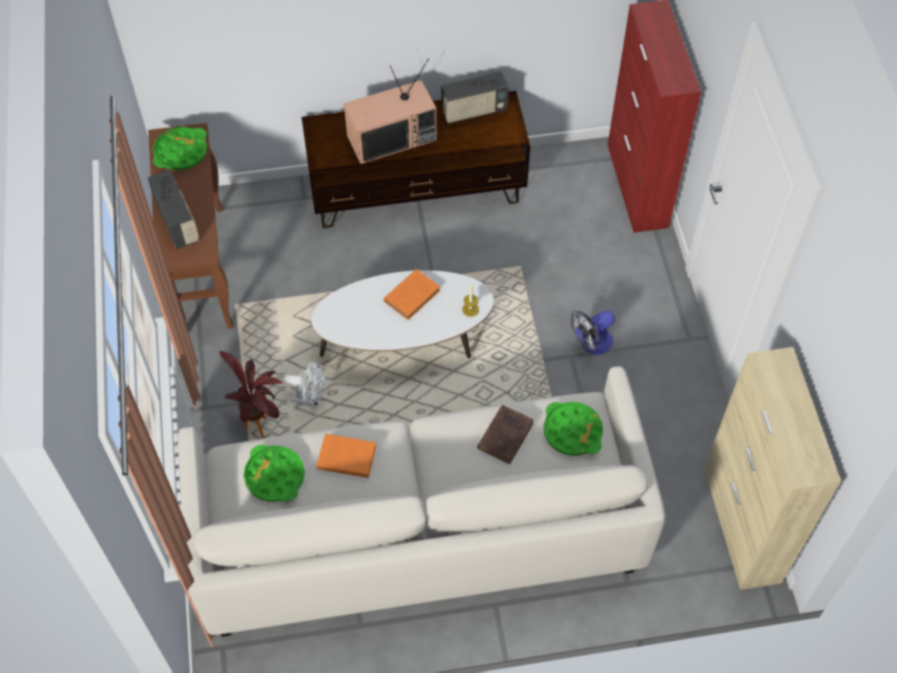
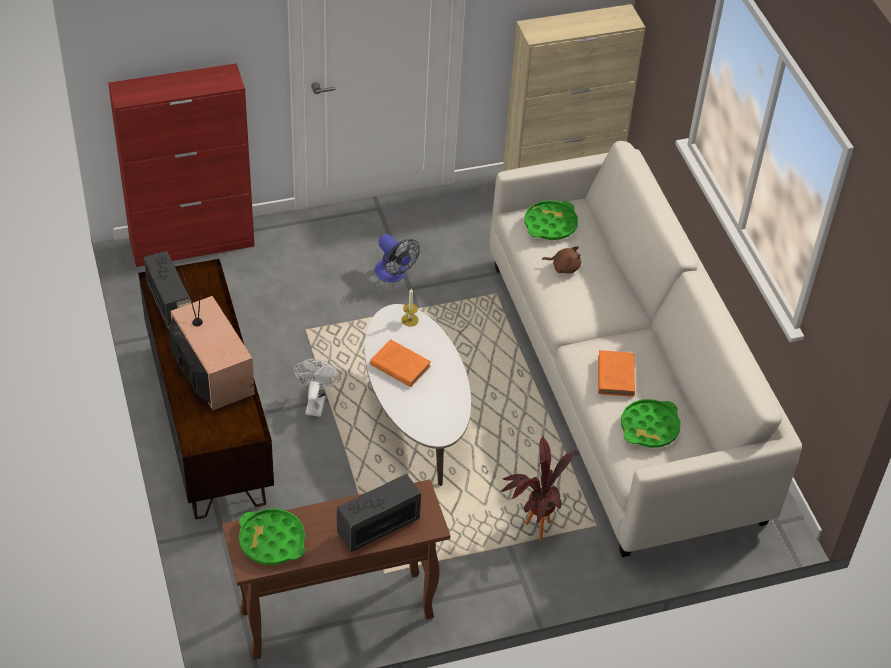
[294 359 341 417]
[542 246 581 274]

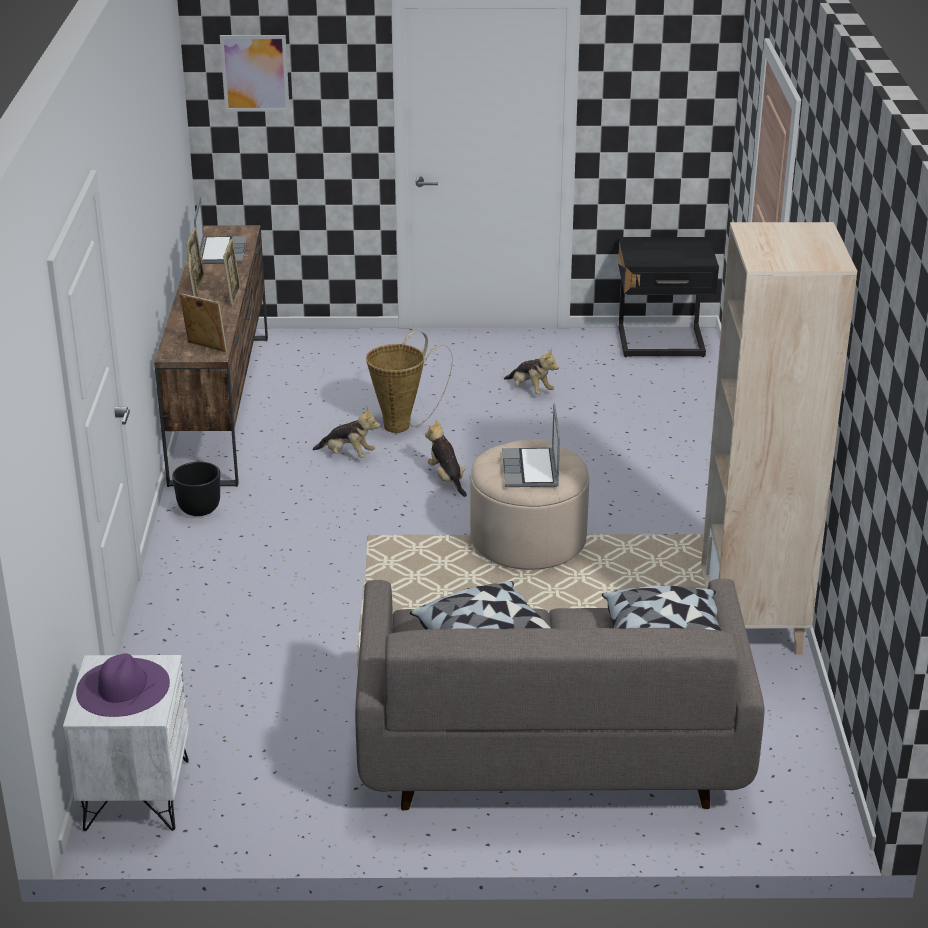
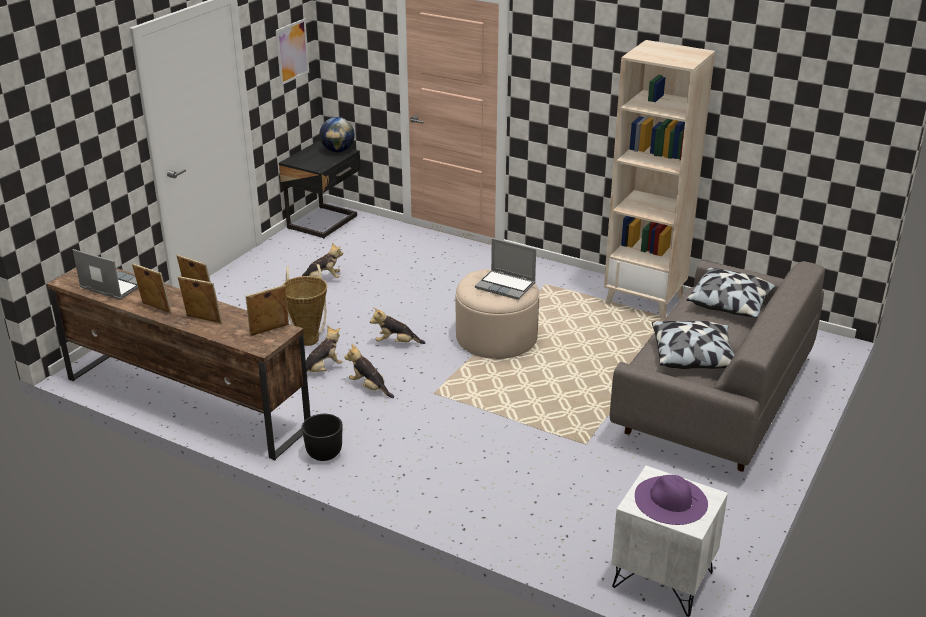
[276 18 309 85]
[319 117 355 152]
[344 344 394 398]

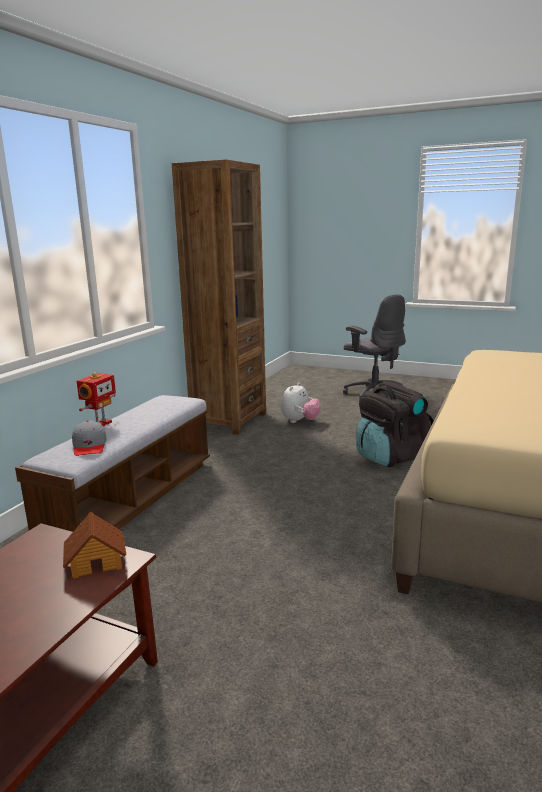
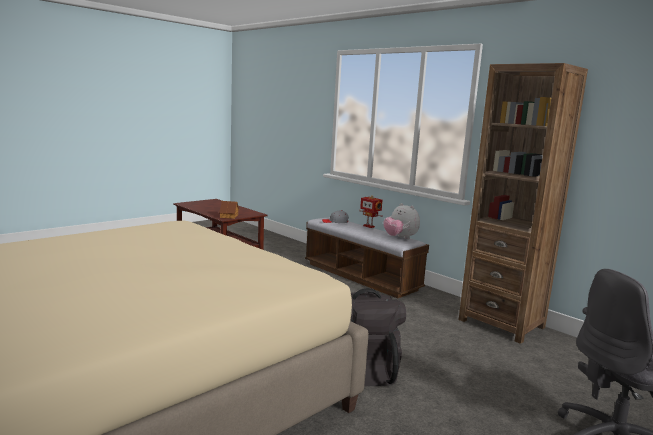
[383 203 420 239]

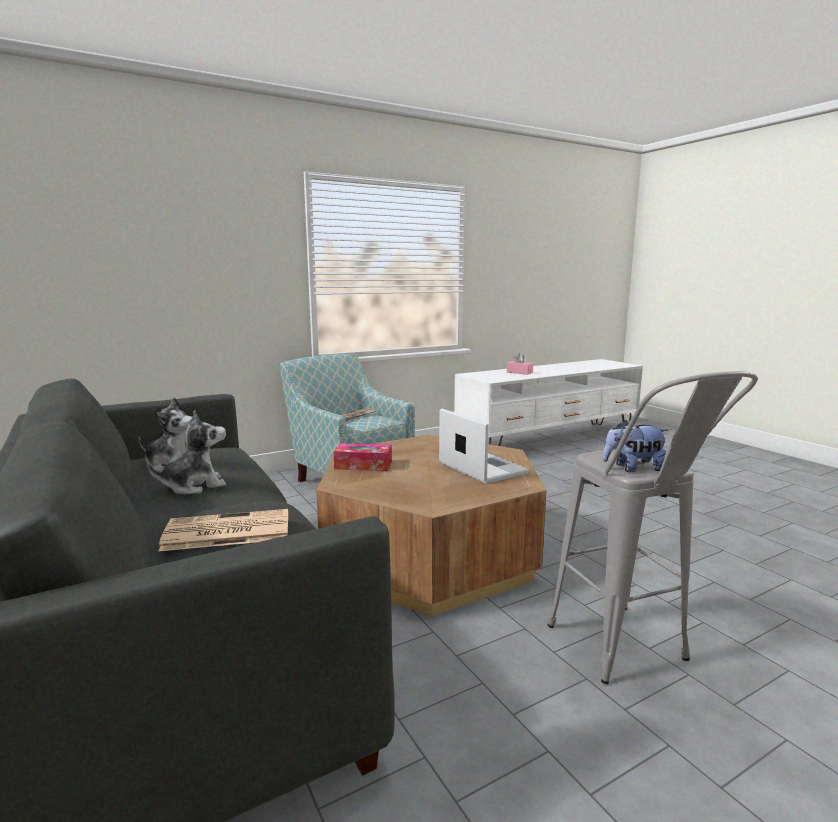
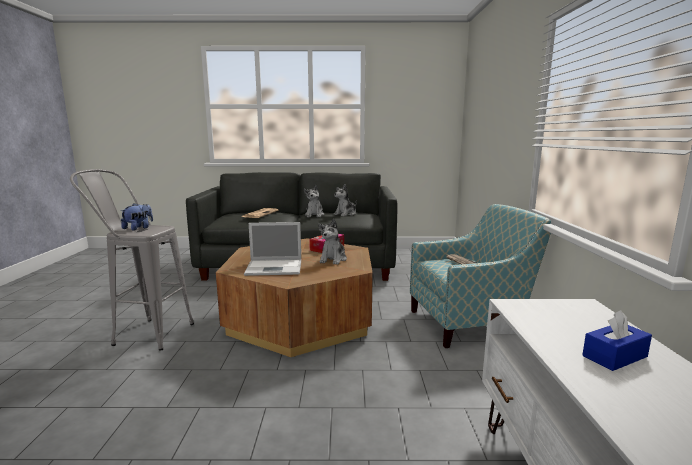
[583 310 652 371]
[318 219 347 265]

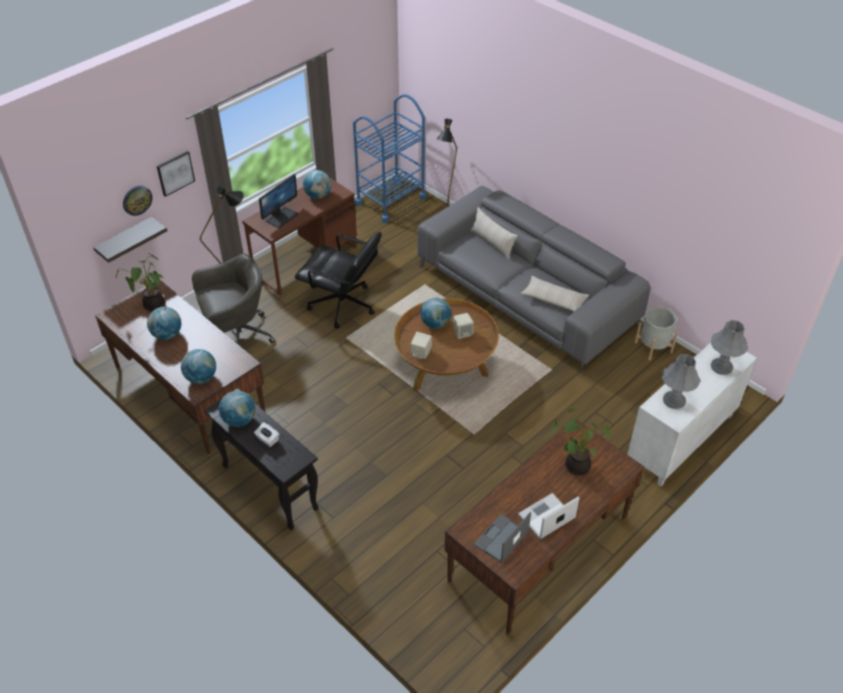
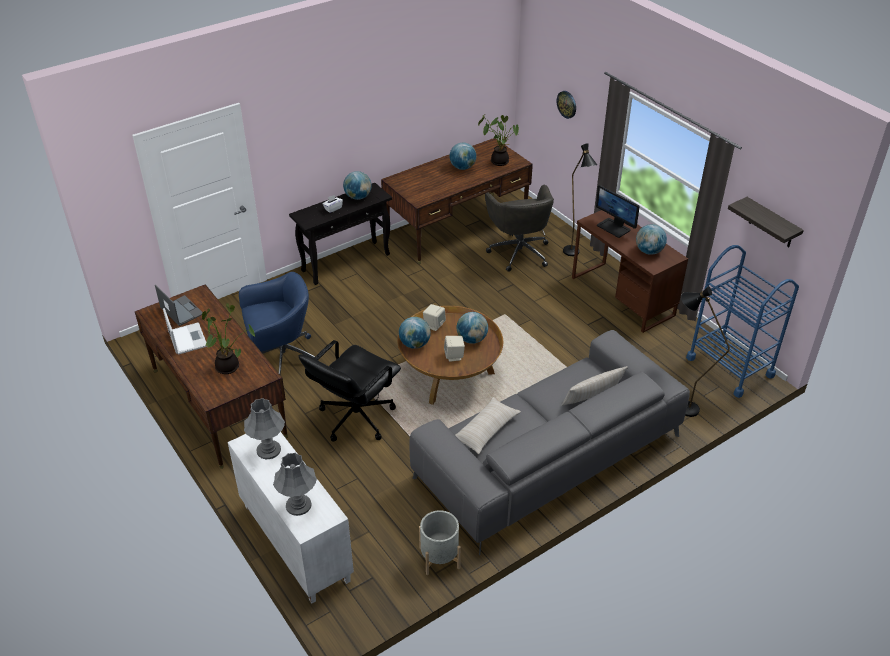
[728 197 804 247]
[157 151 195 197] (first image)
[399 317 431 349]
[299 340 401 442]
[239 272 315 377]

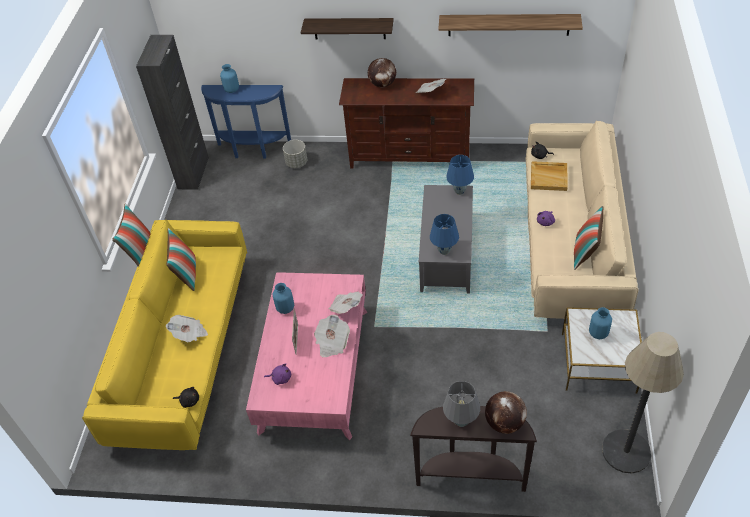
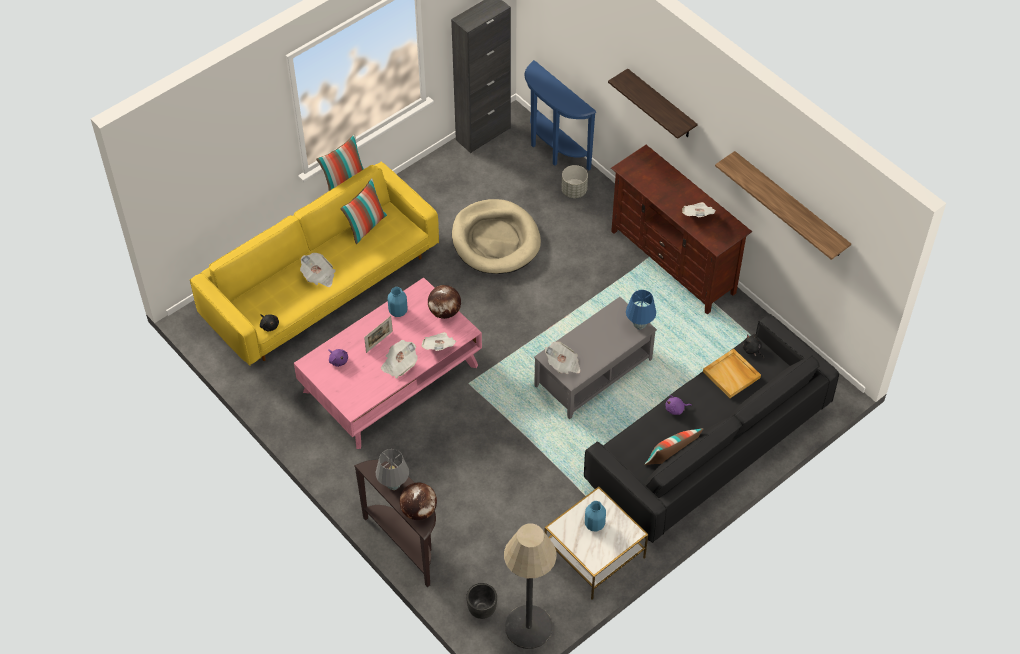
[220 64 239 93] (first image)
[428 285 461 319]
[545 341 580 374]
[584 314 839 543]
[452 199 541 274]
[466 583 497 619]

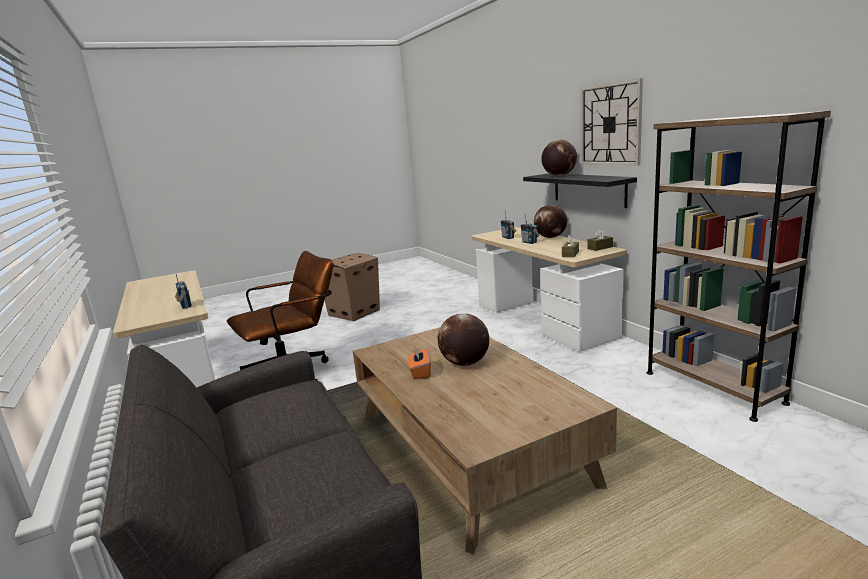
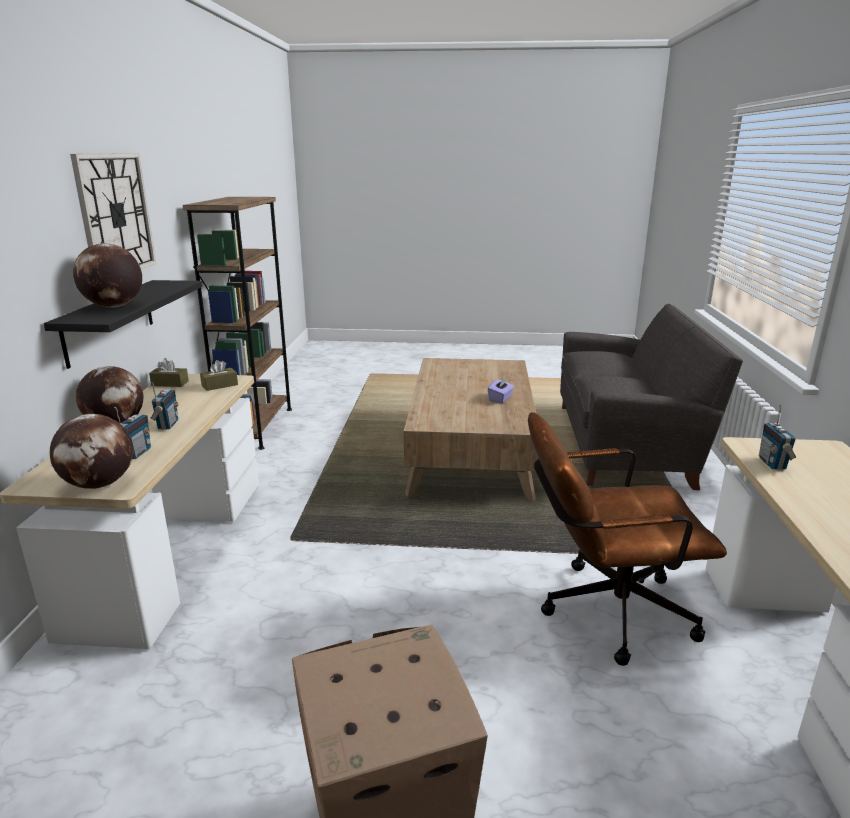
[488 377 514 403]
[50 414 133 489]

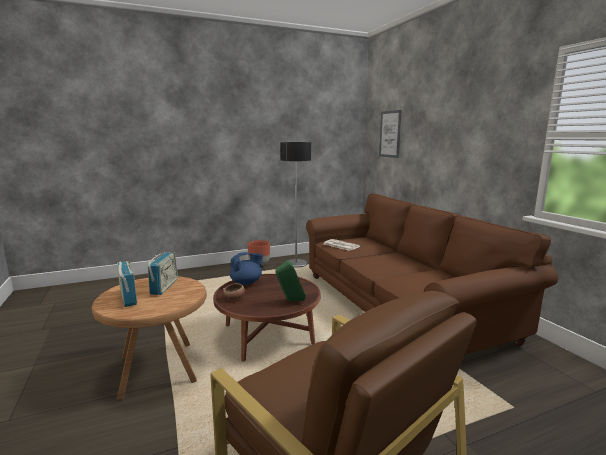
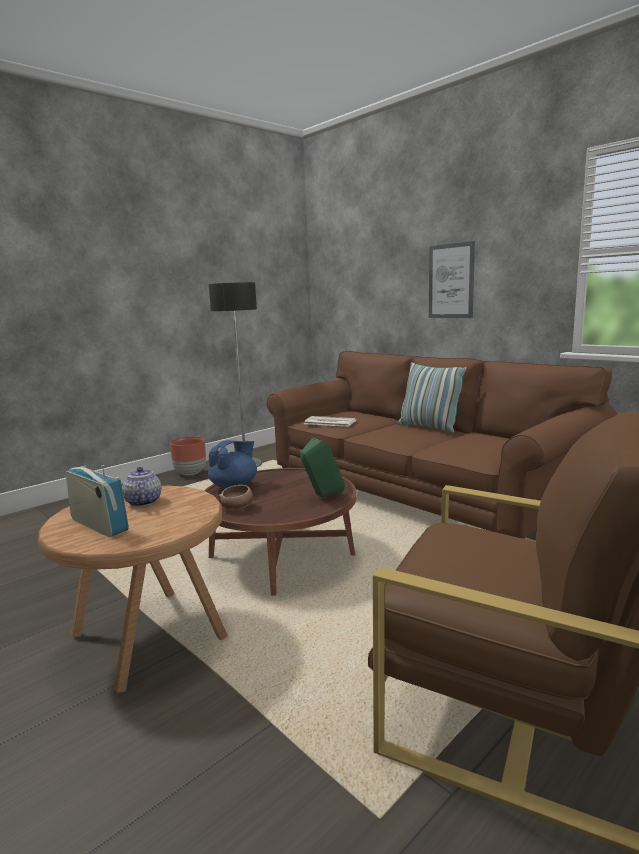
[122 467 161 507]
[429 241 475 318]
[397 362 467 433]

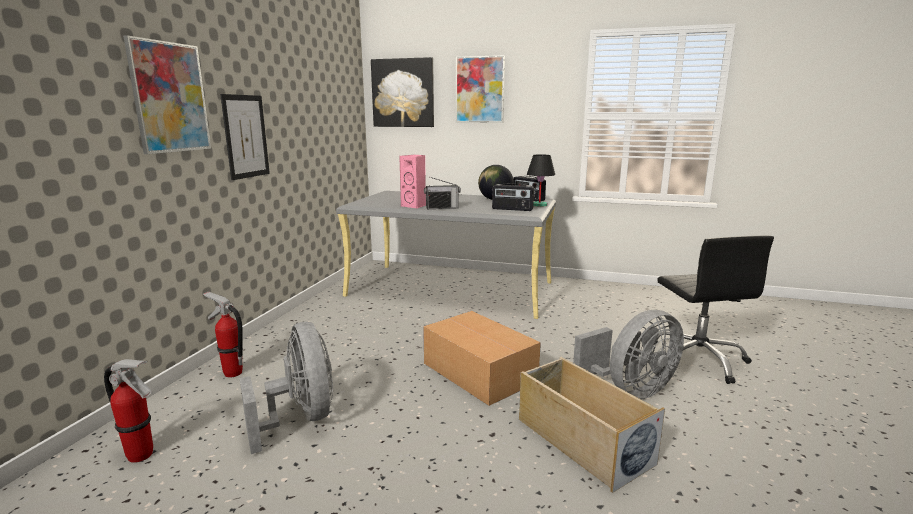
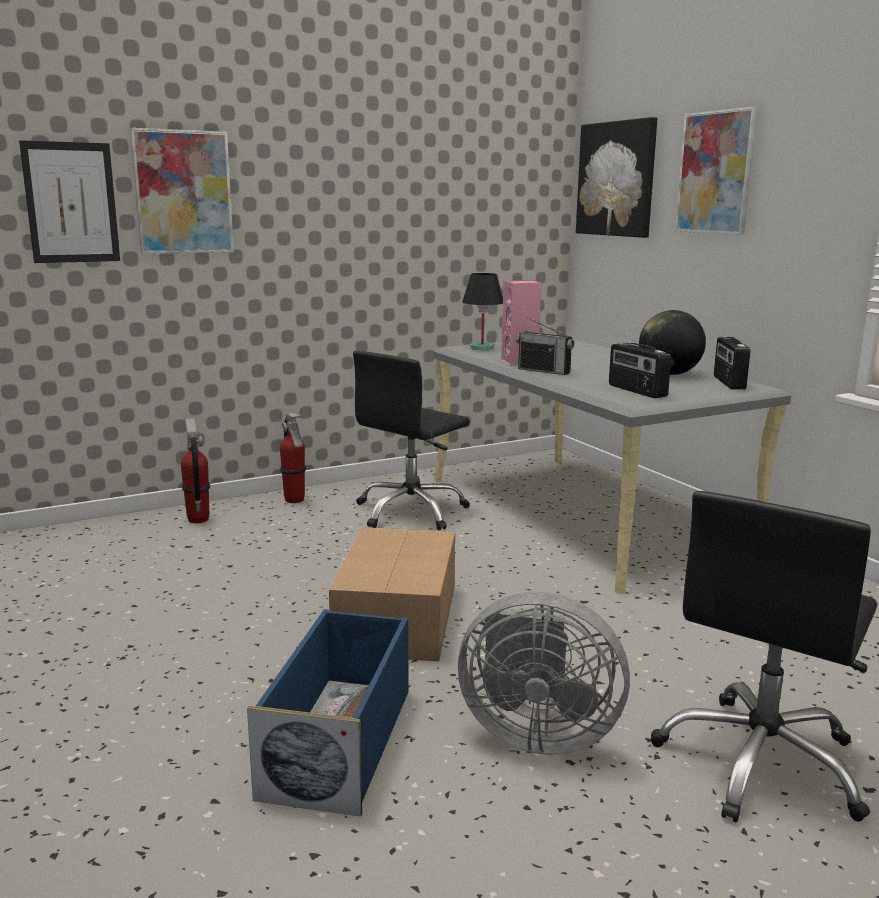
[280 413 306 503]
[19 140 120 263]
[240 322 333 454] (first image)
[247 609 408 817]
[462 273 503 350]
[353 351 470 530]

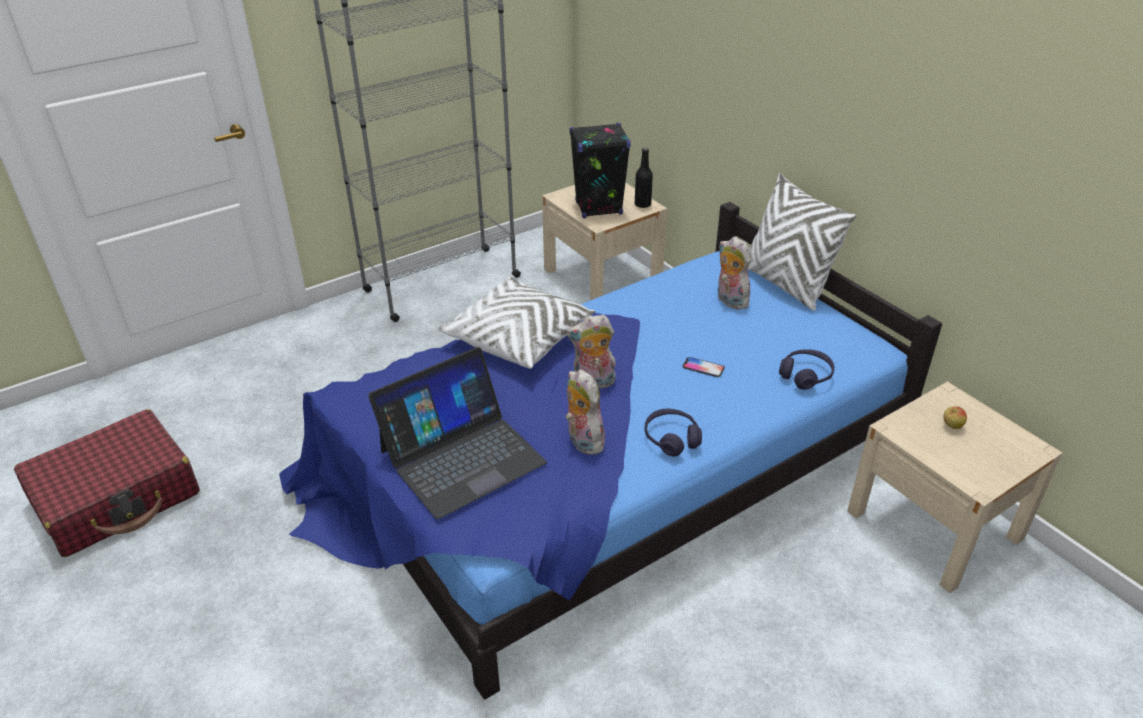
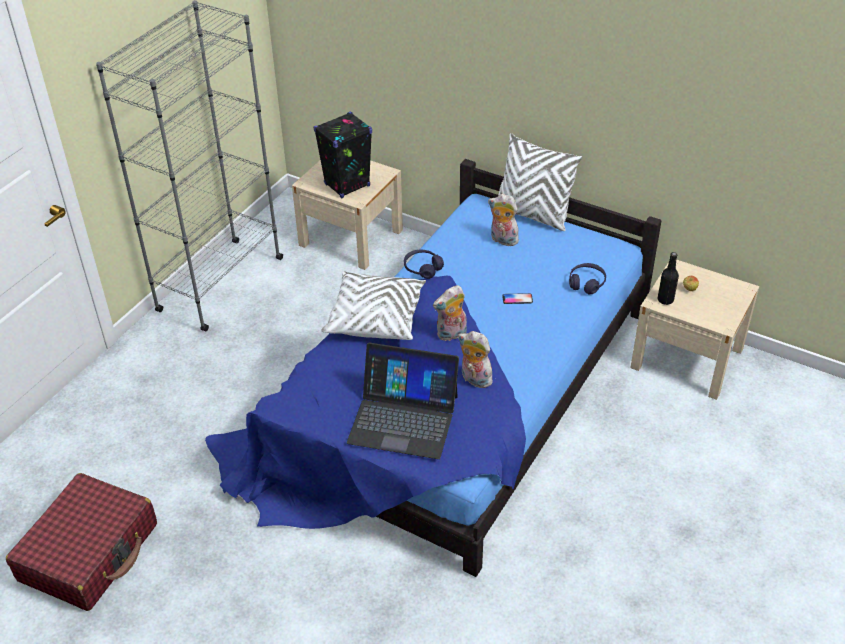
[347 343 459 459]
[657 252 679 305]
[404 250 444 279]

